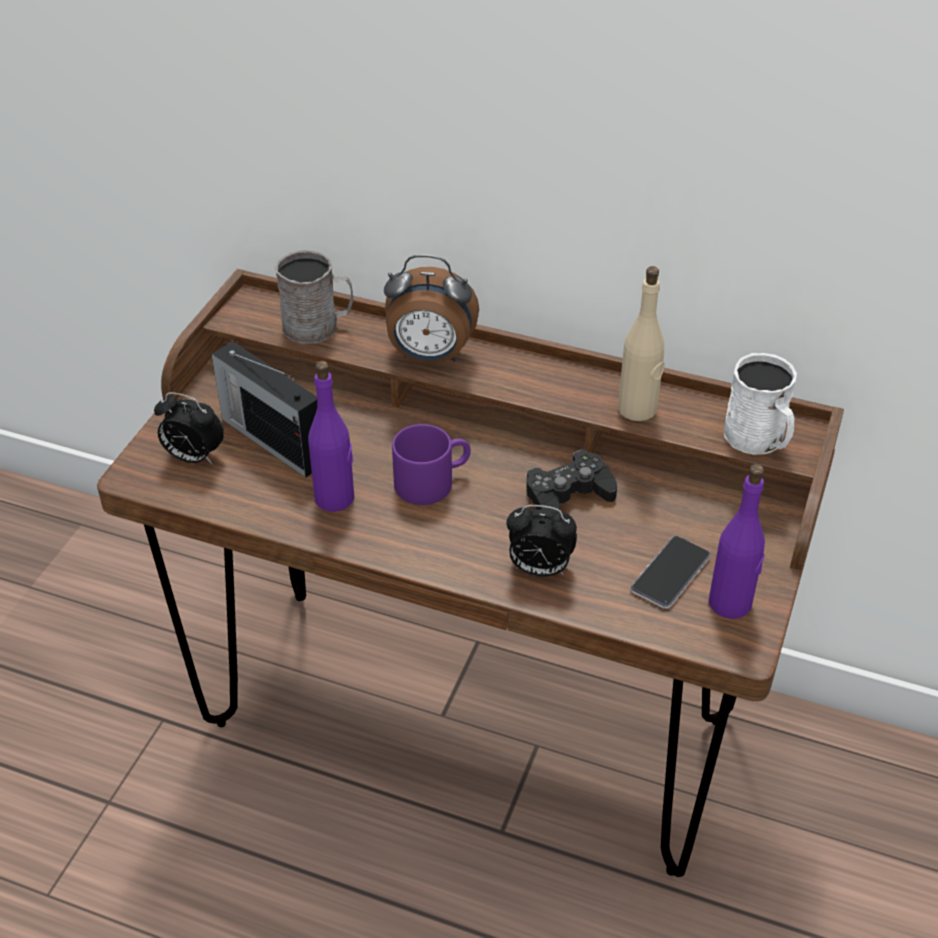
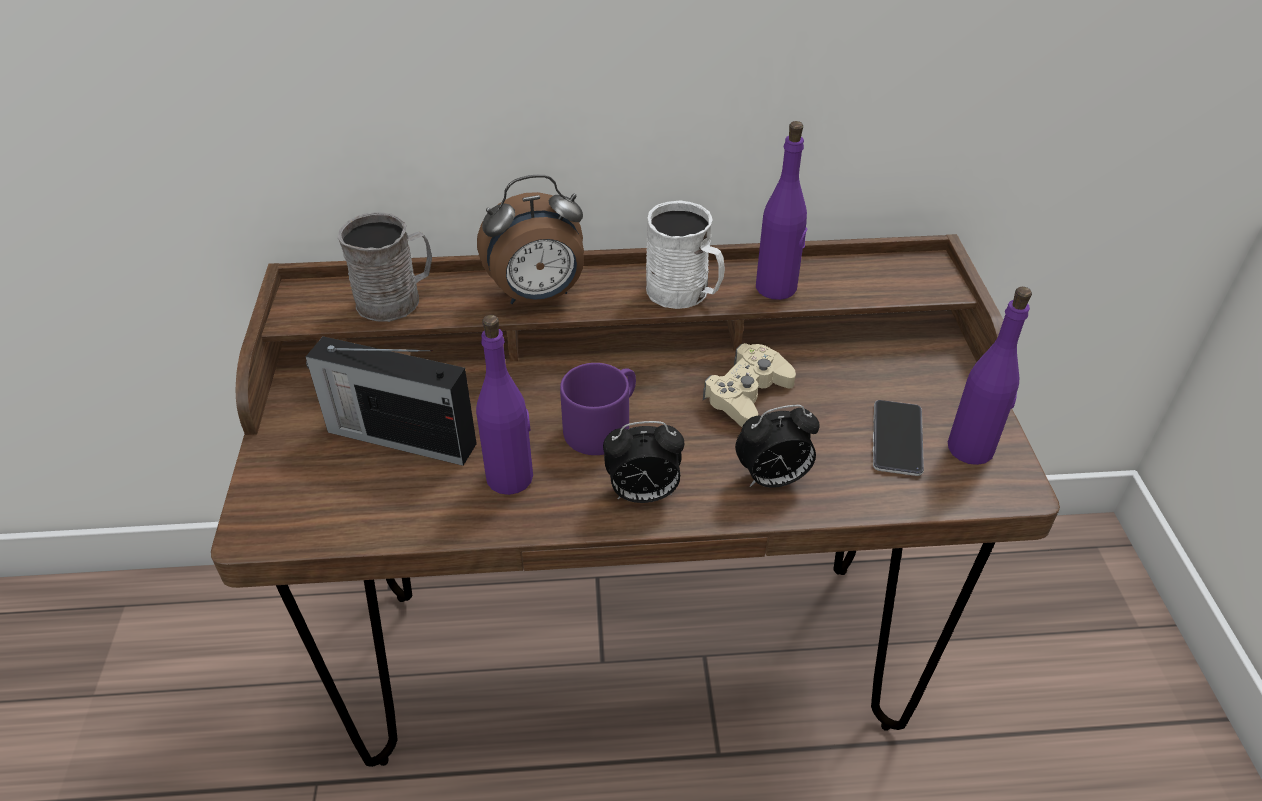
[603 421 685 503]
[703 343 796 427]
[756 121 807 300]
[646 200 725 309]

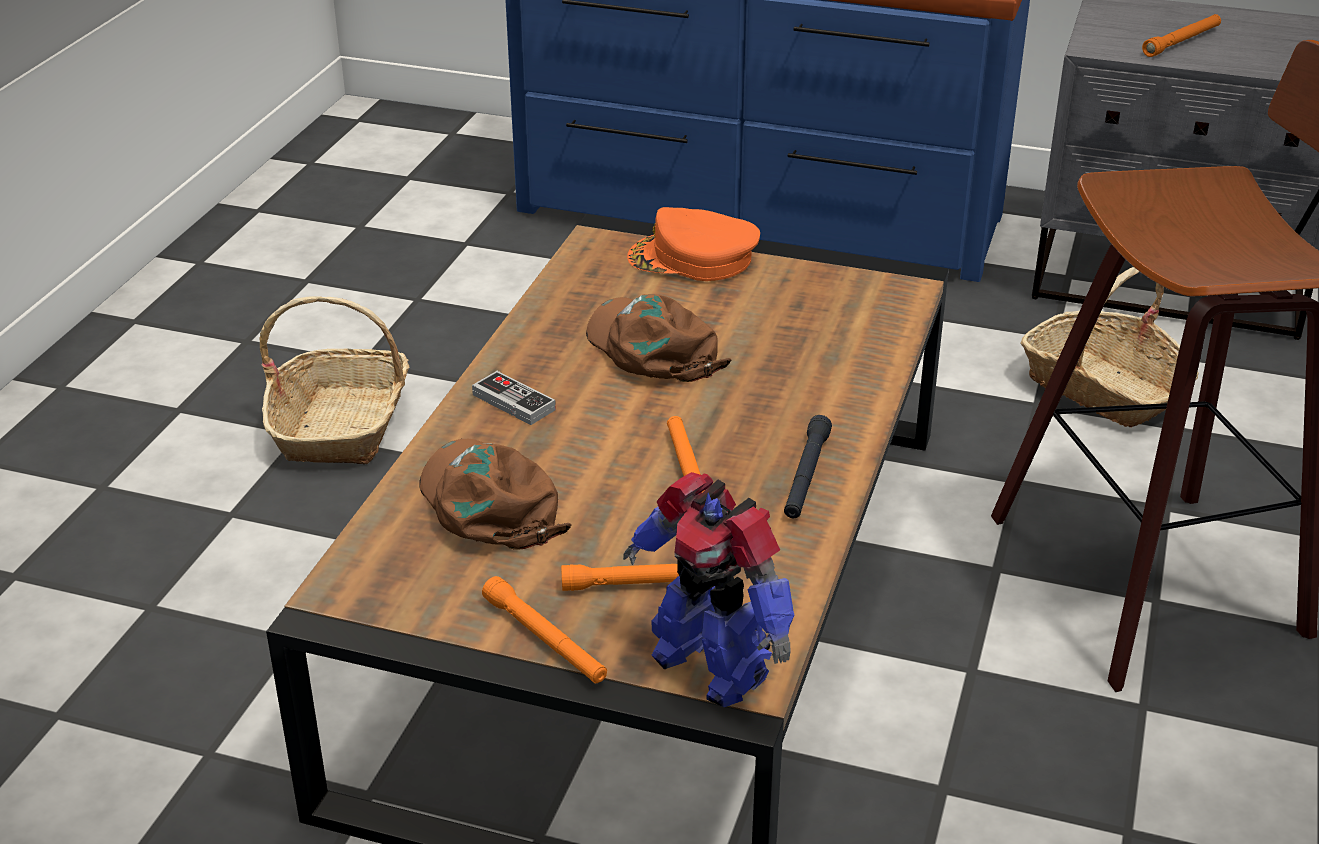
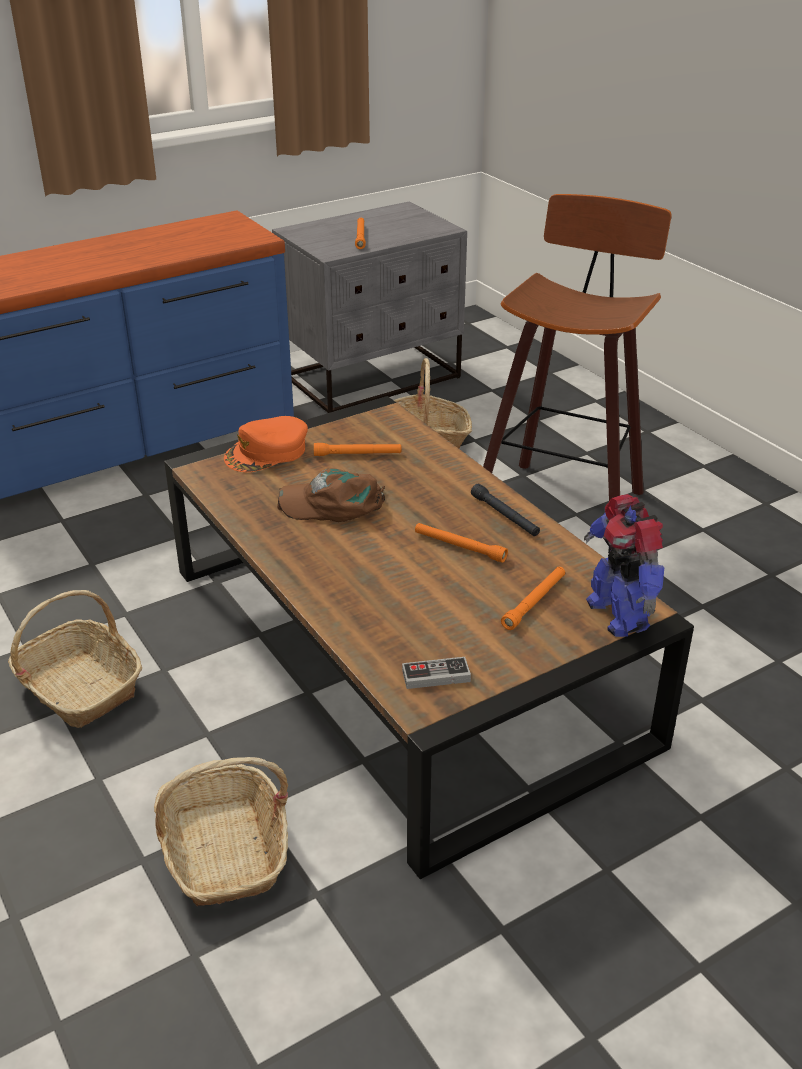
[420 438 572 550] (first image)
[402 657 471 689]
[314 443 401 456]
[584 494 664 637]
[154 757 288 906]

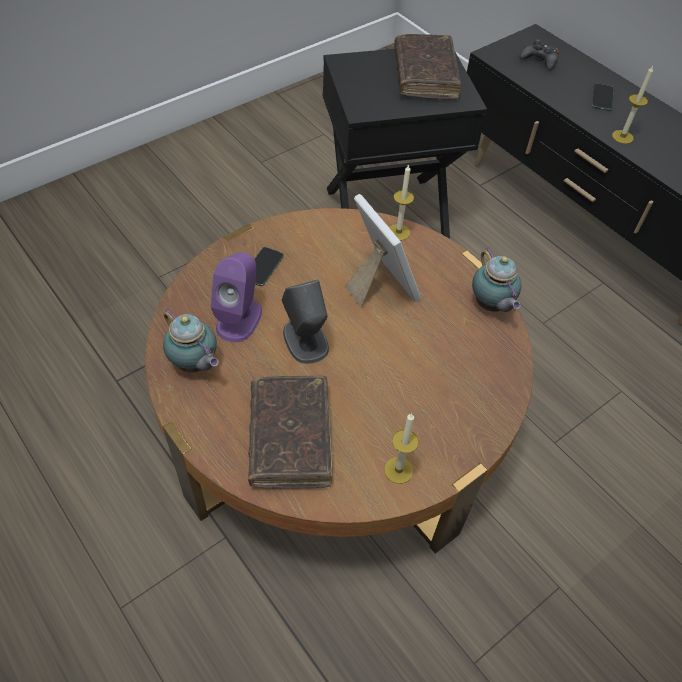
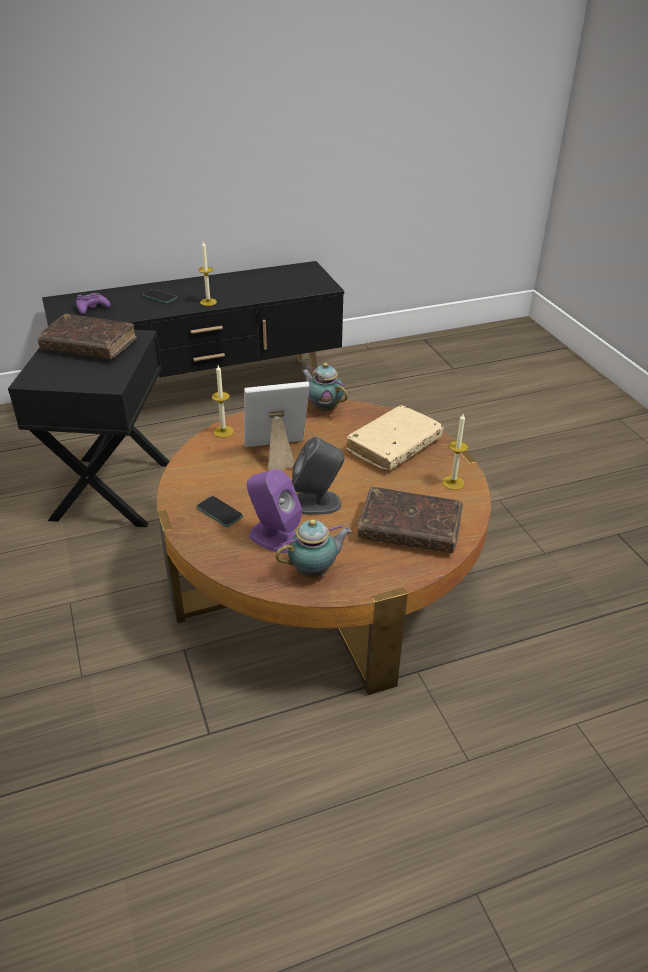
[301 363 348 412]
[76 292 111 314]
[346 405 444 471]

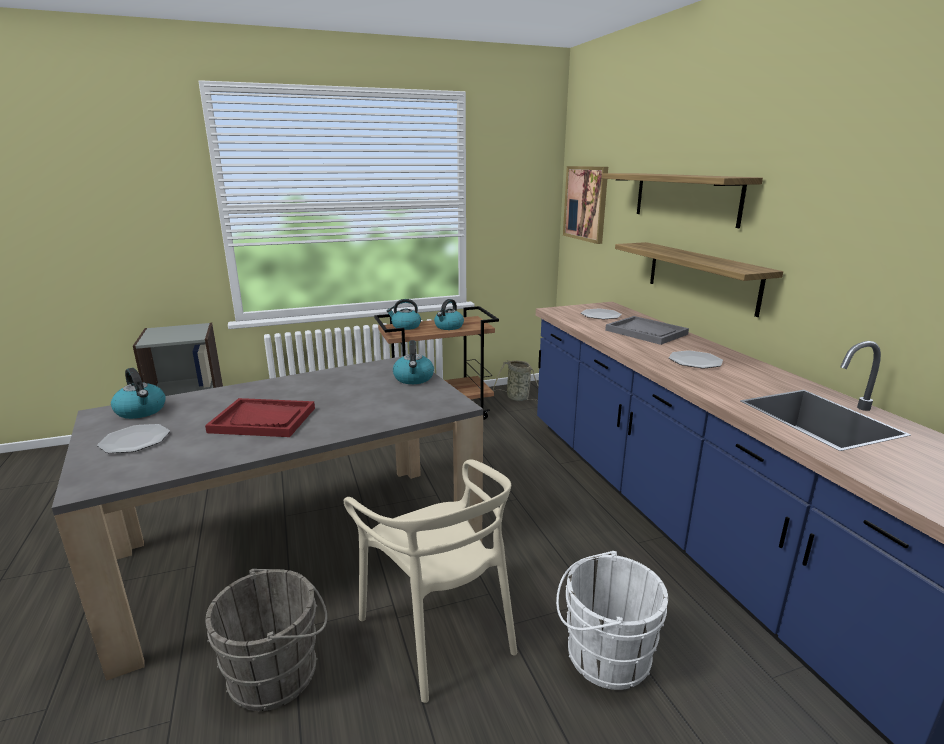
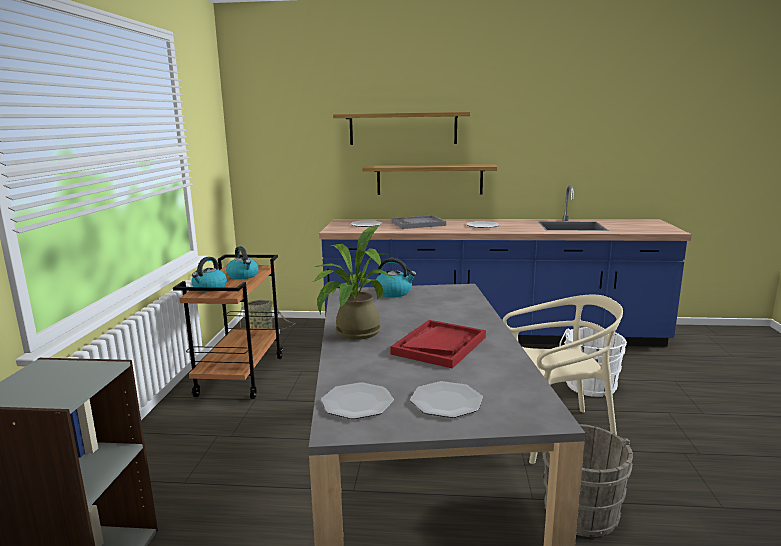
[321 382 394 419]
[563 166 608 244] (first image)
[313 226 394 340]

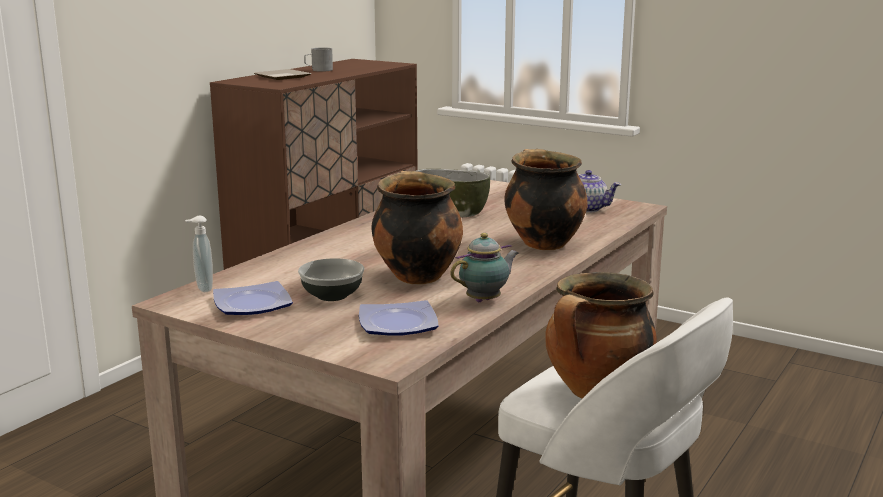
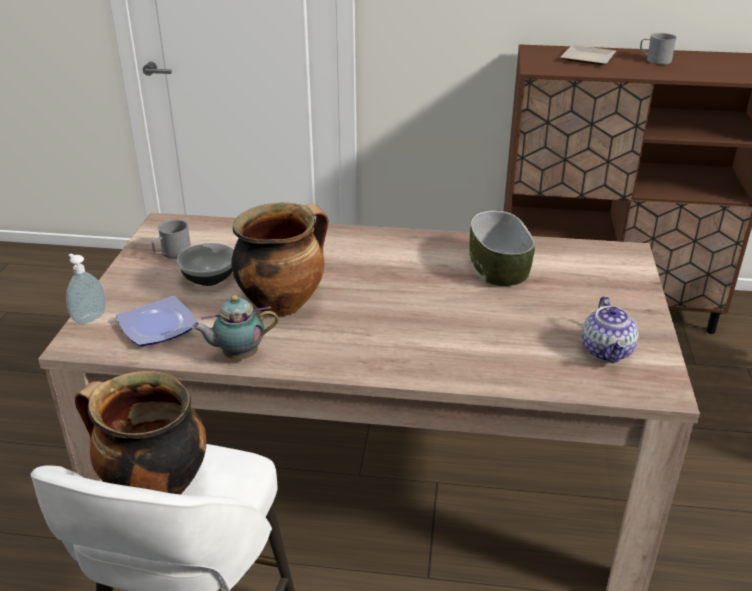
[66 253 106 324]
[152 219 191 259]
[192 295 279 360]
[504 149 588 250] (first image)

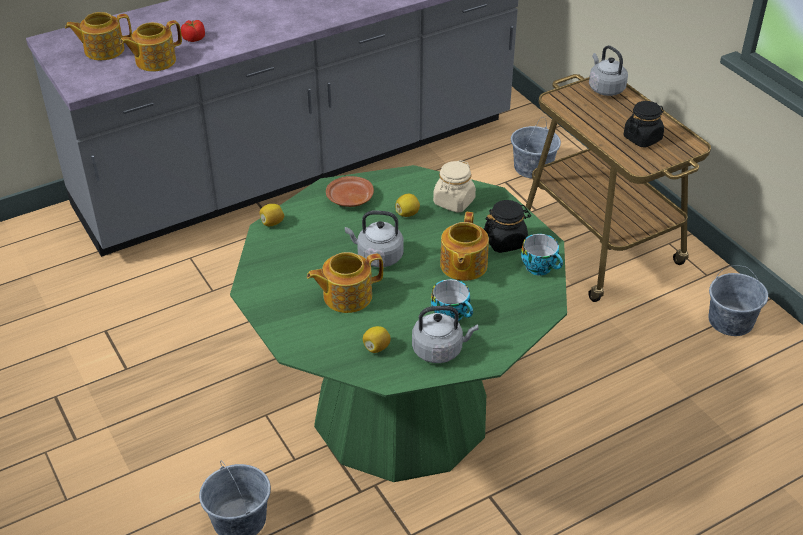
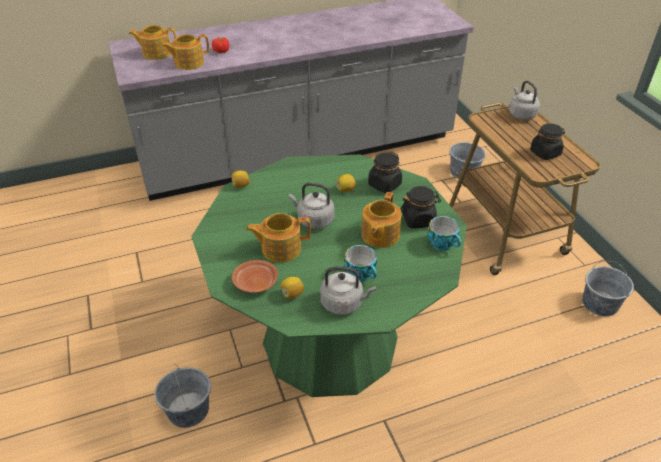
[232 260 278 293]
[368 152 402 193]

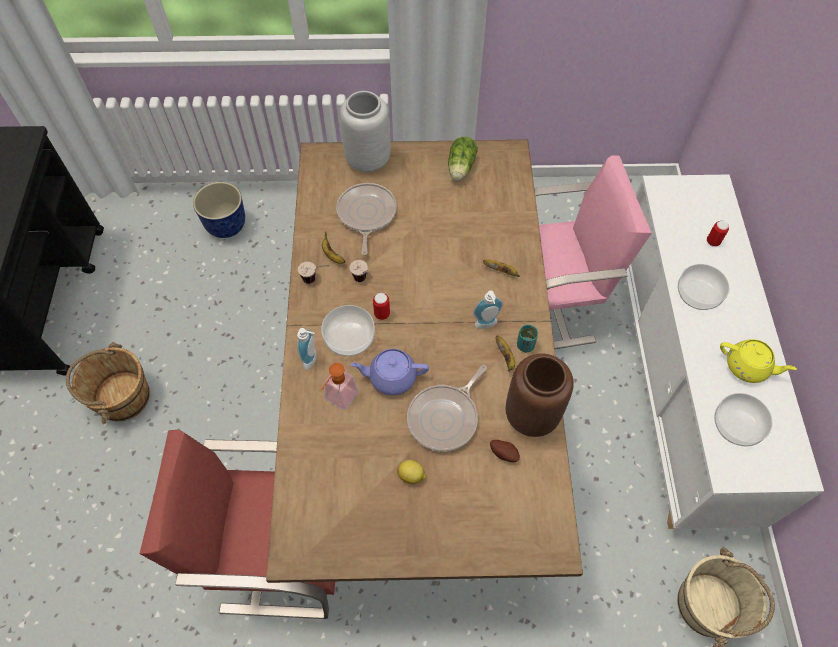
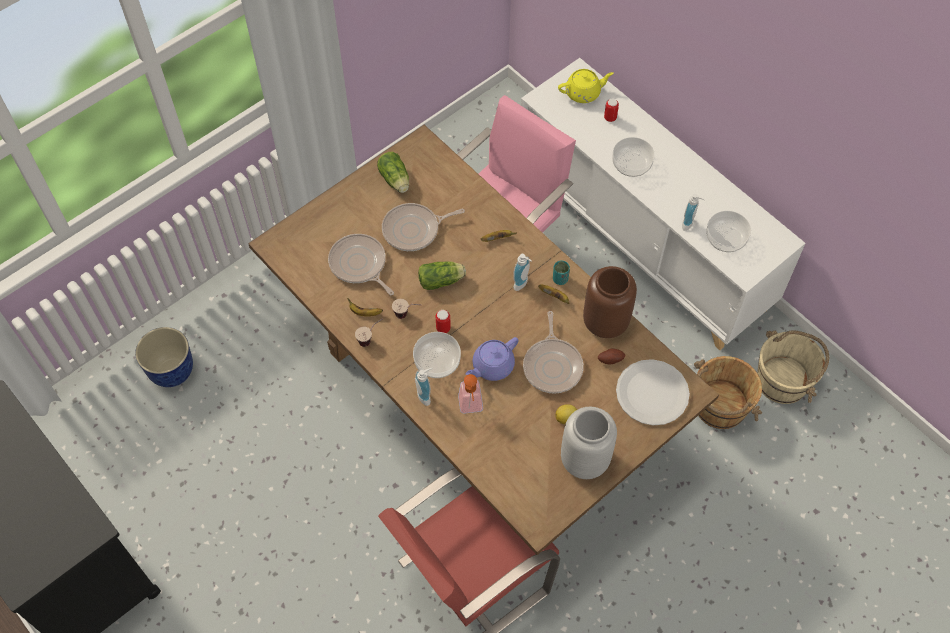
[694 356 762 429]
[561 407 617 479]
[558 69 614 103]
[382 203 465 251]
[418 261 466 290]
[616 359 690 425]
[682 194 705 231]

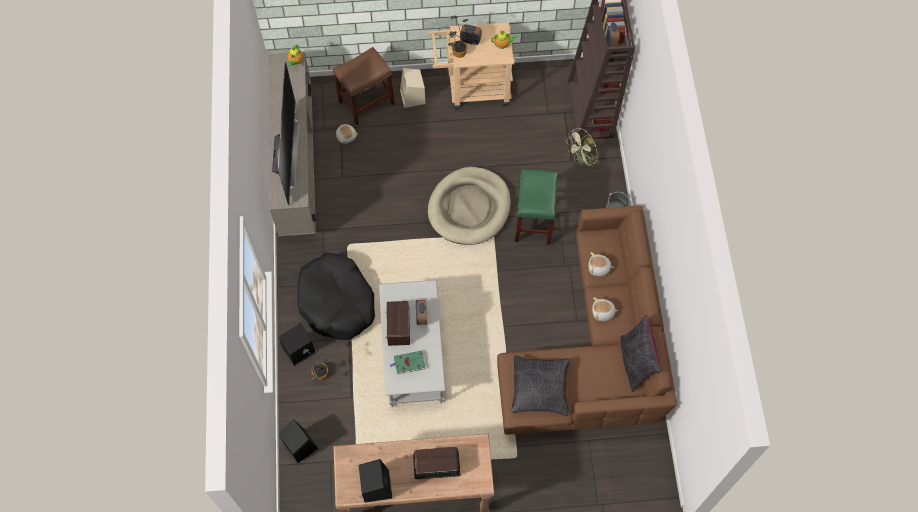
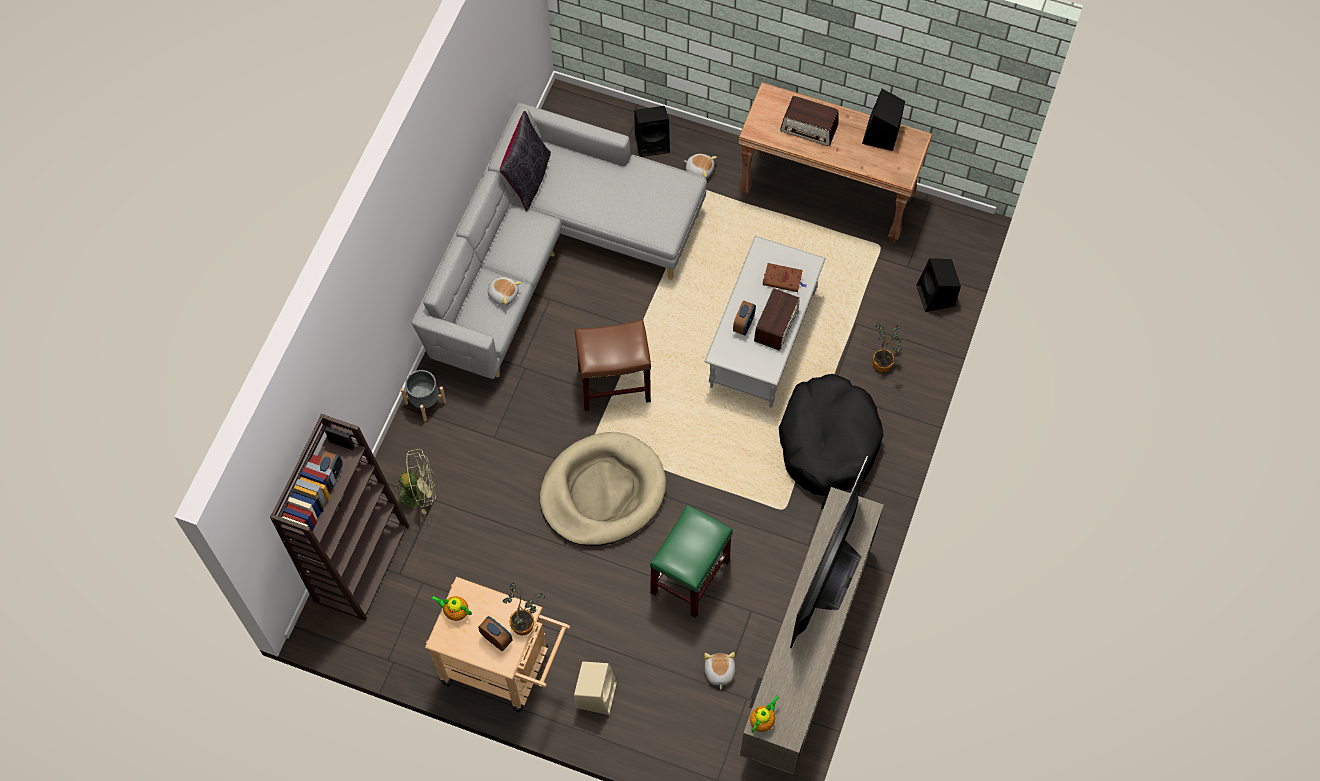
[634 106 670 157]
[575 320 651 411]
[763 263 807 292]
[411 103 707 379]
[511 355 569 416] (first image)
[650 505 733 618]
[684 154 717 179]

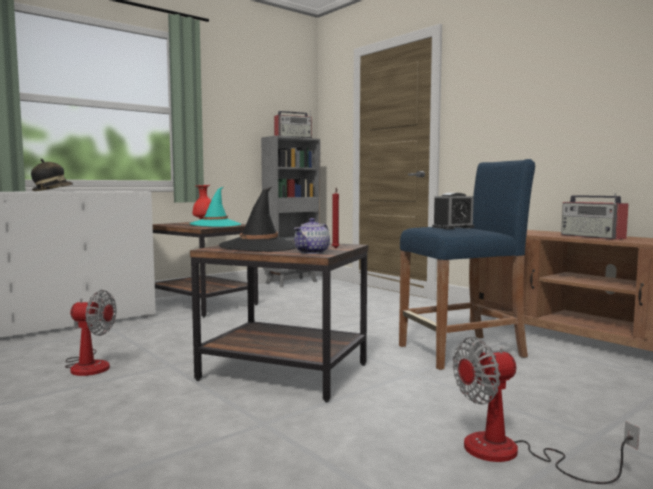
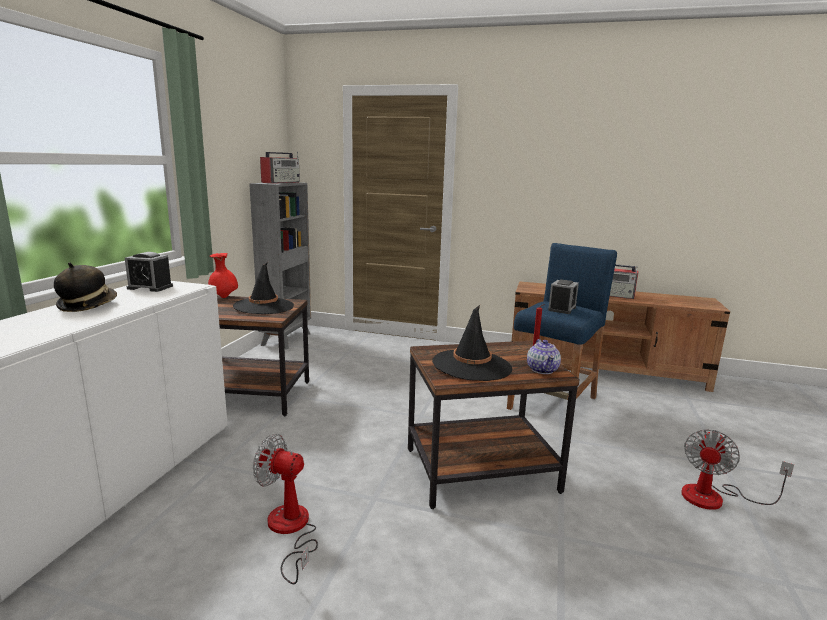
[253 434 318 584]
[233 261 294 314]
[125 252 173 292]

